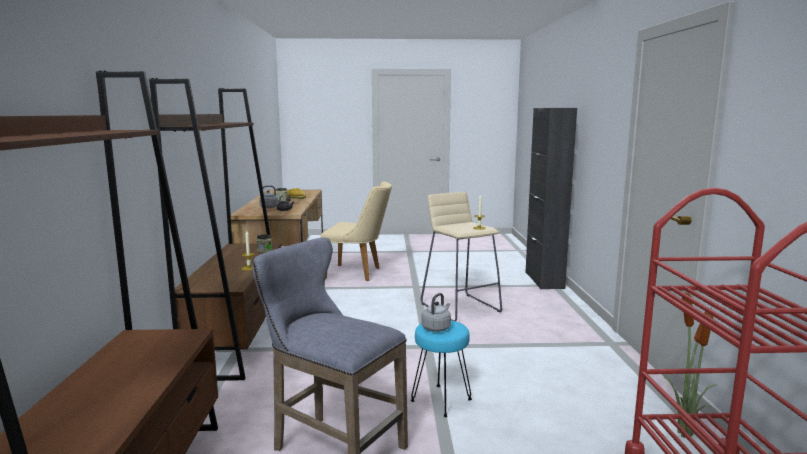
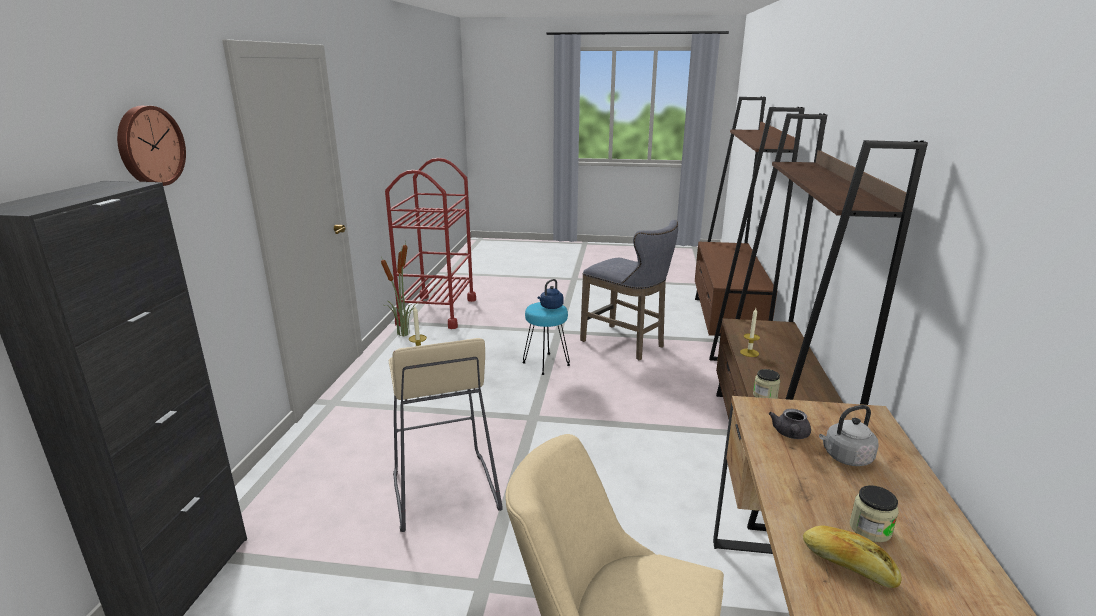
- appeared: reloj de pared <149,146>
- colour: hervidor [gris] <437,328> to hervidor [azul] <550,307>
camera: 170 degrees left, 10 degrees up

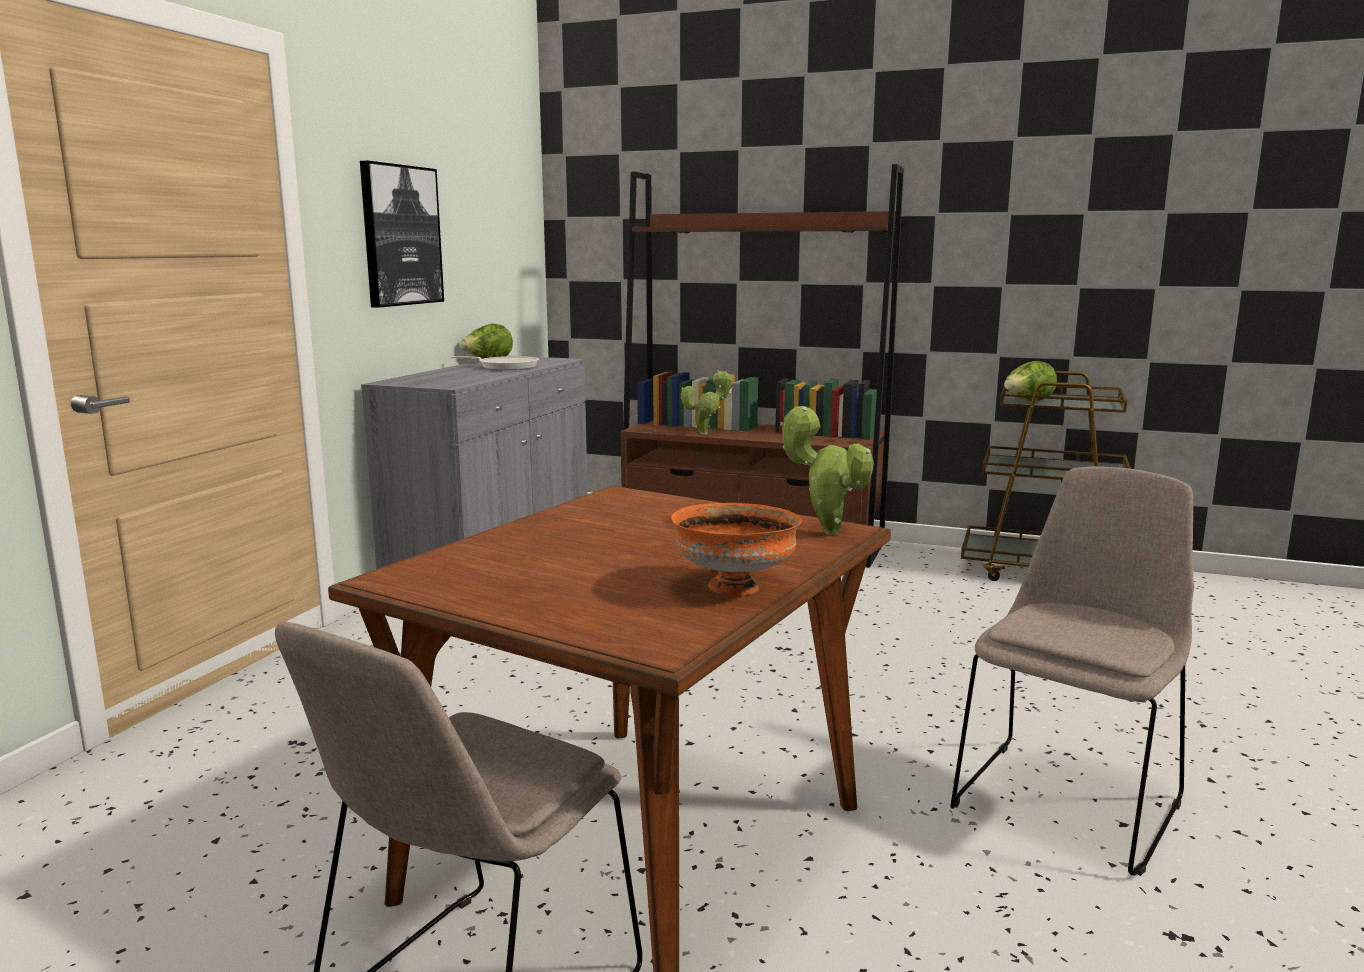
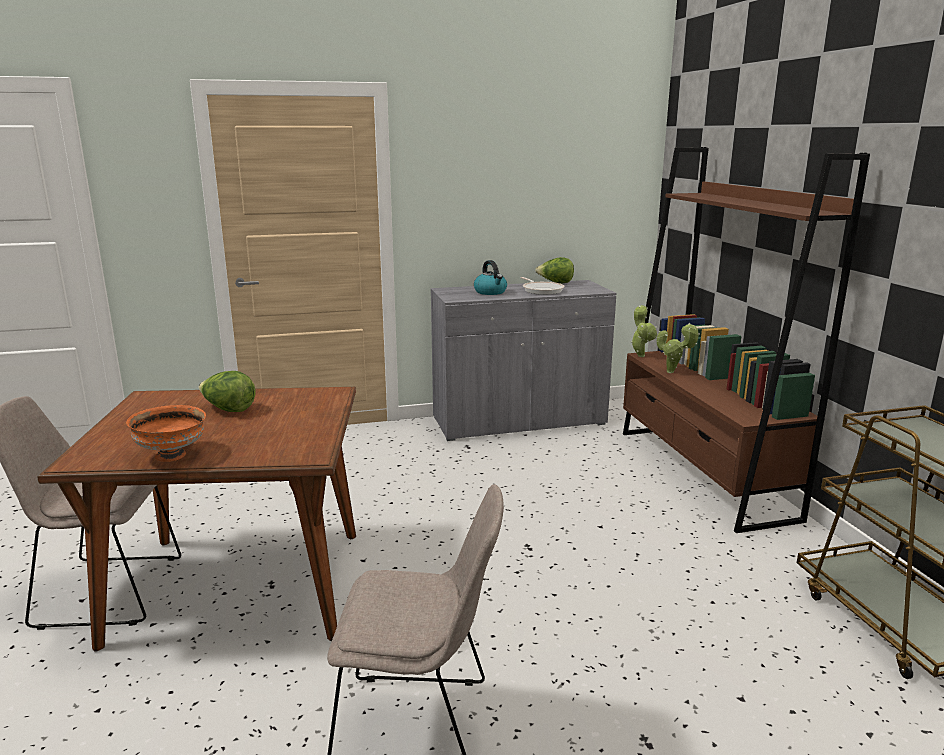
- relocated: lechuga <1027,401> to <228,410>
- appeared: hervidor <490,292>
- relocated: planta en maceta <825,531> to <640,355>
- missing: cuadro <400,235>
camera: 55 degrees right, 5 degrees up

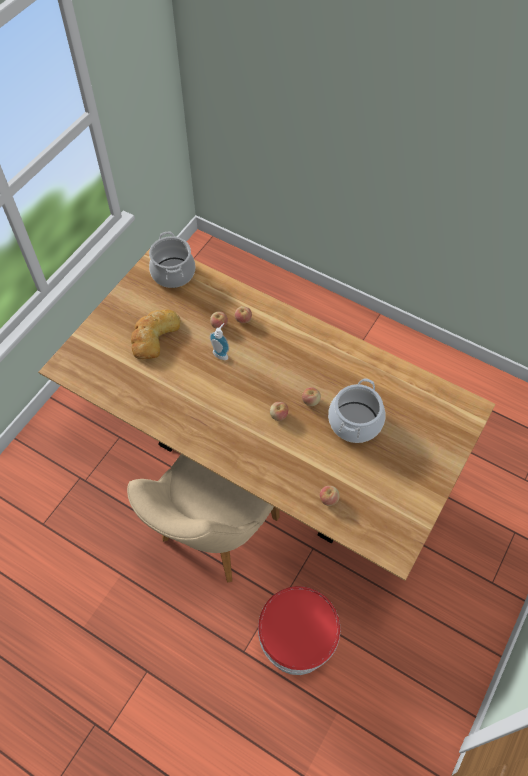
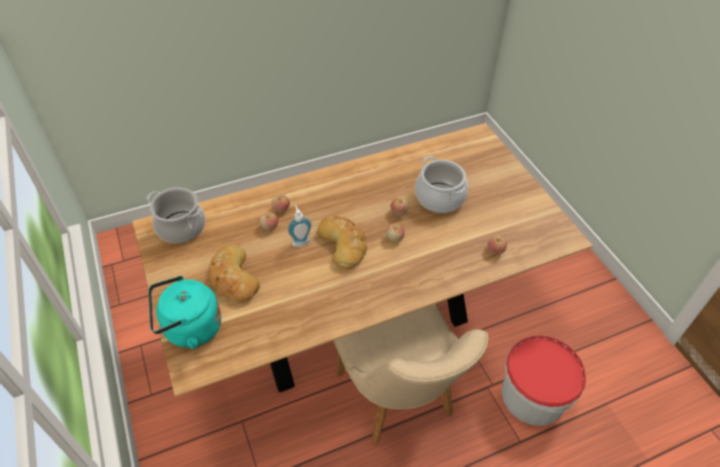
- appeared: hervidor [turquesa] <189,329>
- appeared: pan <343,243>
camera: 55 degrees left, 10 degrees down

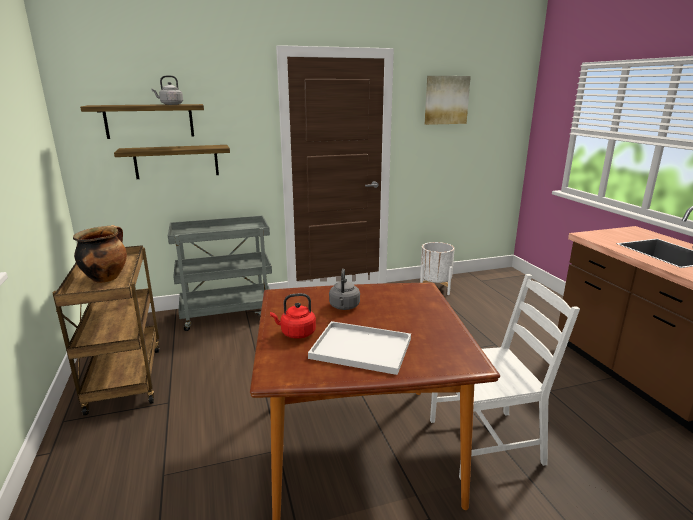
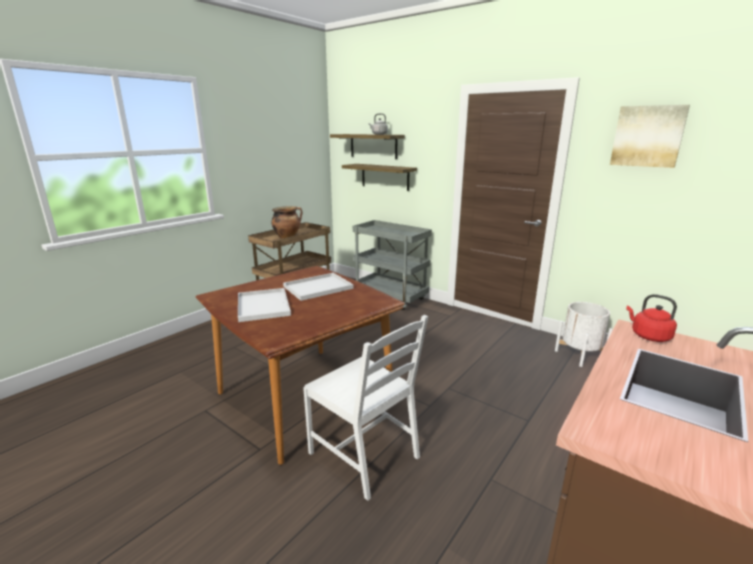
- exchanged: hervidor [gris] <344,307> to bandeja [blanco] <317,288>
- relocated: hervidor [rojo] <296,333> to <648,336>
camera: 55 degrees right, 0 degrees up

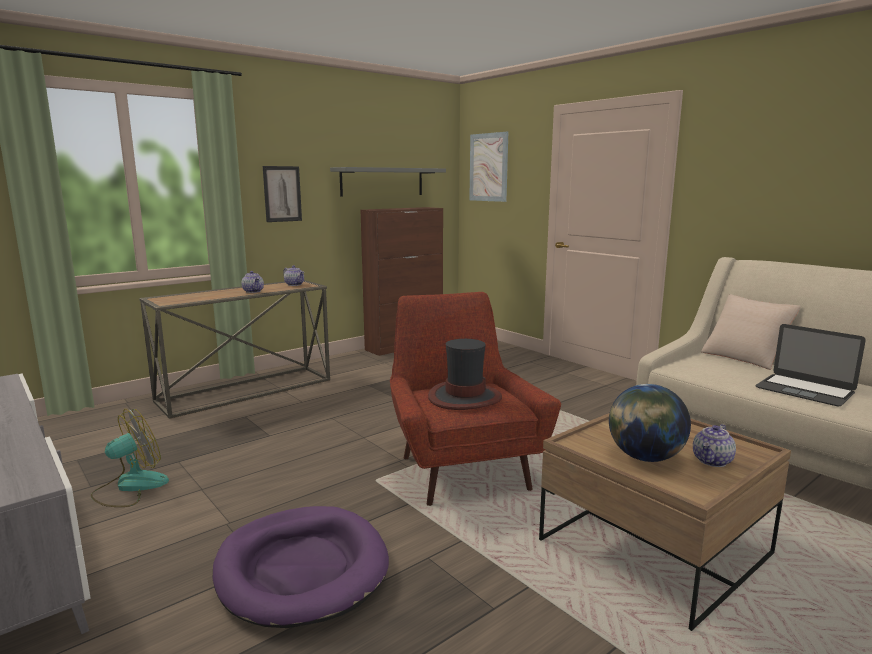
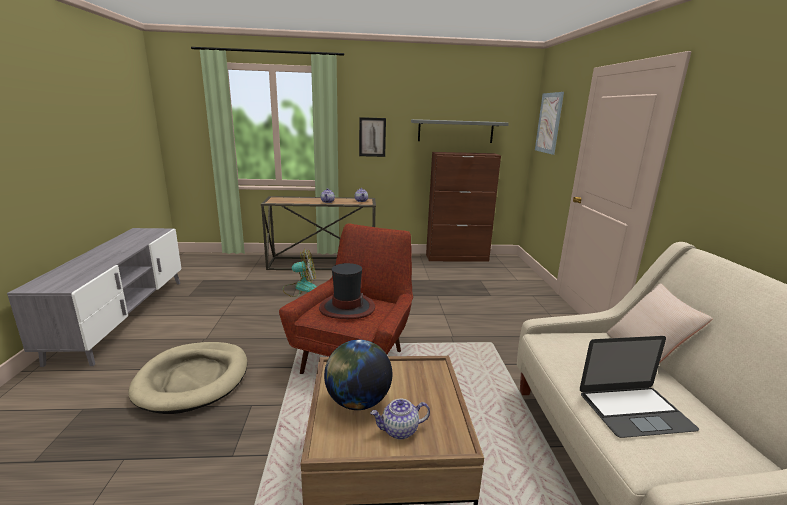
- colour: cama para perro [morado] <302,569> to cama para perro [beis] <193,379>
- relocated: ventilador <130,487> to <300,288>
- spun: portátil <804,390> = <634,410> 90 degrees counterclockwise
camera: 35 degrees right, 5 degrees up

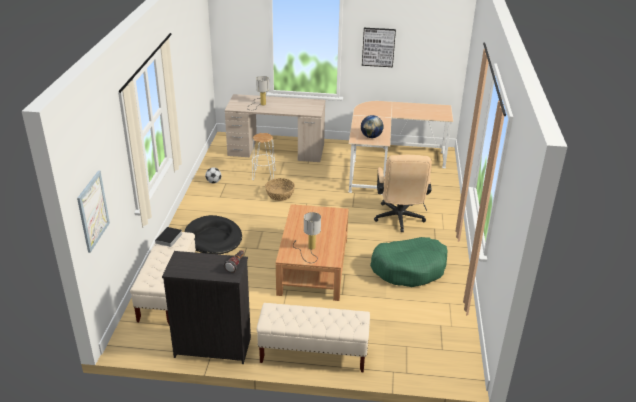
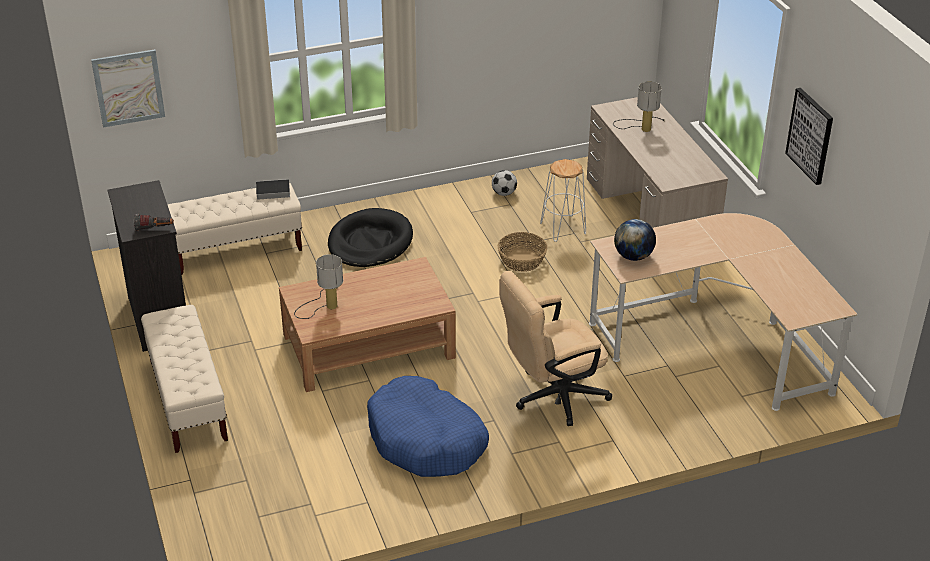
- colour: cama para perro [verde] <409,268> to cama para perro [azul] <426,440>
camera: 65 degrees right, 5 degrees up

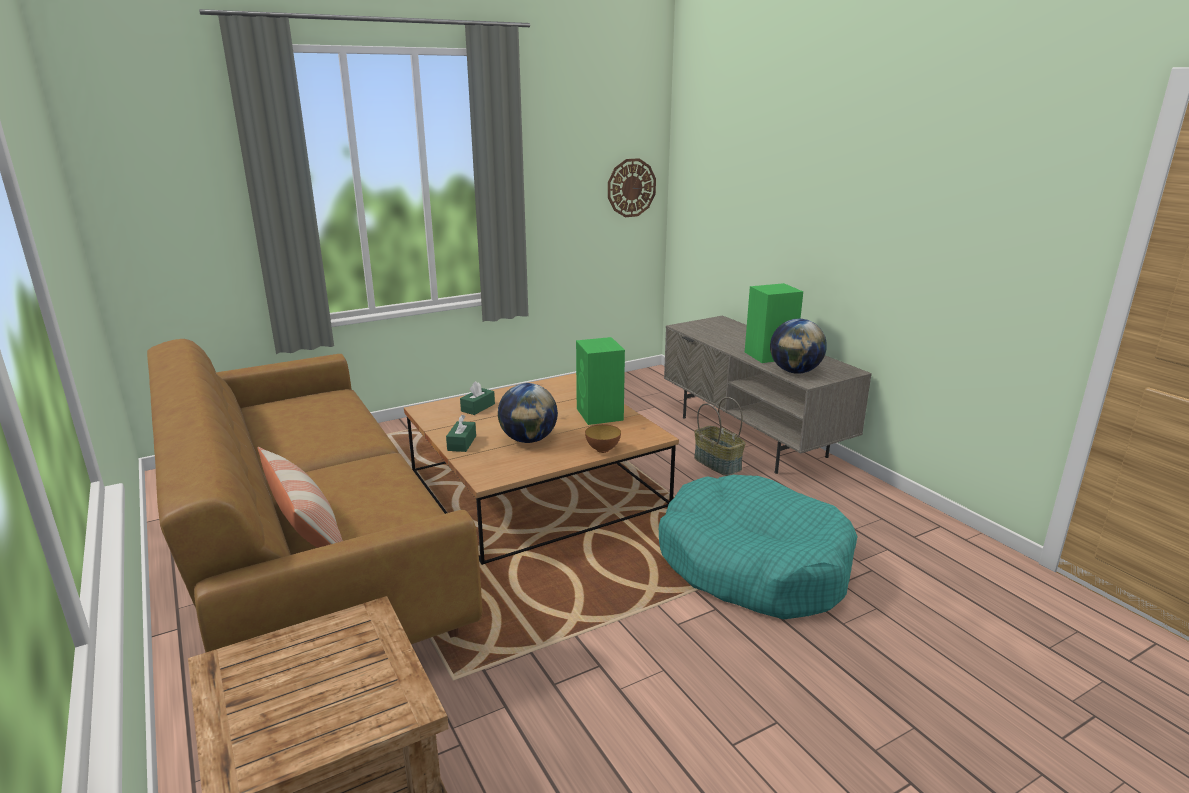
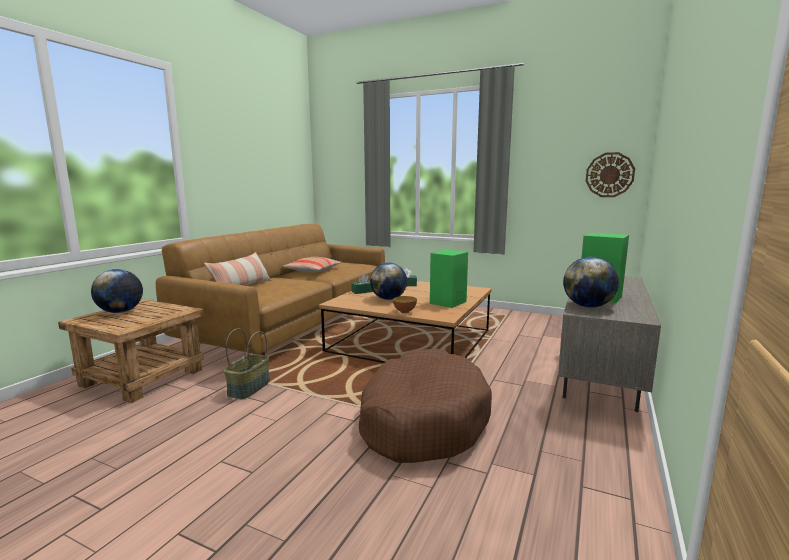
- appeared: globo terráqueo <120,312>
- relocated: cesta <718,463> to <249,388>
- appeared: cojín <312,270>
- colour: cama para perro [turquesa] <753,564> to cama para perro [marrón] <422,420>
camera: 55 degrees right, 10 degrees down

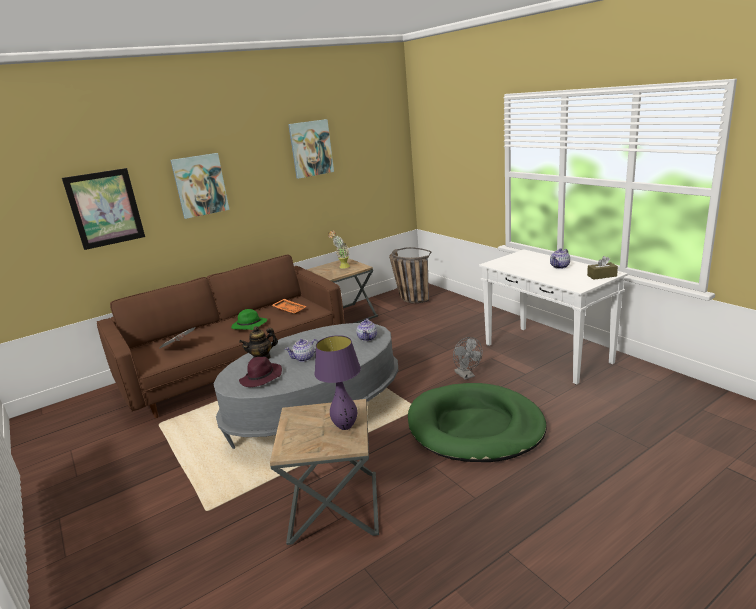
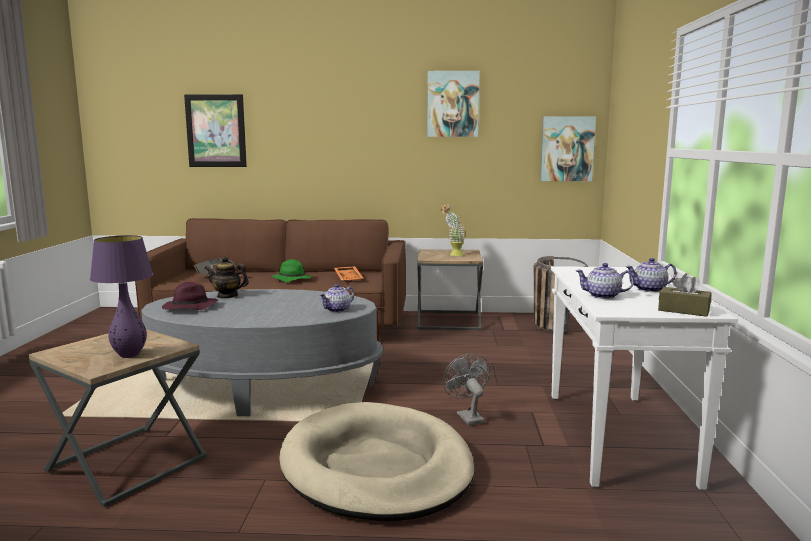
- colour: cama para perro [verde] <475,427> to cama para perro [beis] <376,467>
- spun: ventilador [gris] <466,376> = <467,416> 150 degrees clockwise
- relocated: cuadro <200,185> to <567,149>
- relocated: tetera <304,358> to <603,296>
camera: 35 degrees right, 10 degrees down

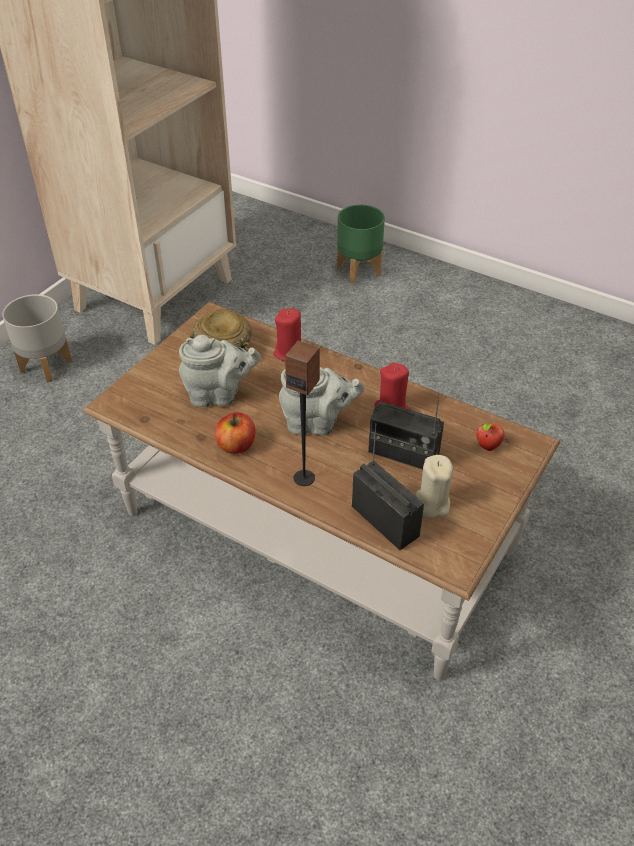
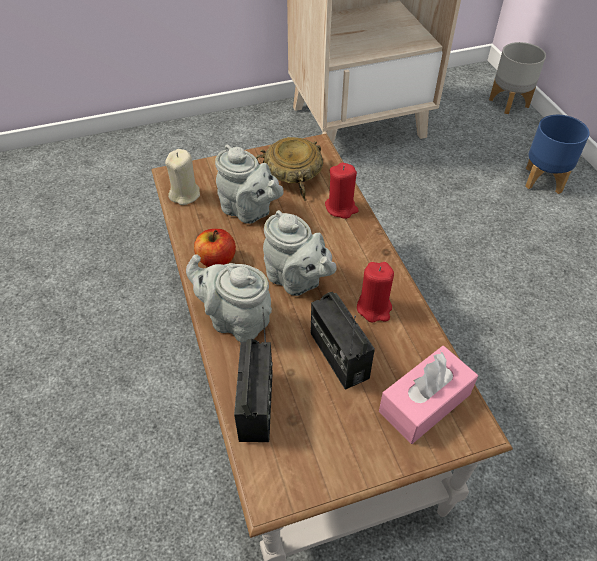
- relocated: vela [beis] <431,504> to <185,194>
- exchanged: altavoz <304,477> to tetera [gris] <236,320>
- exchanged: manzana <487,447> to caja de pañuelos [rosa] <424,403>
- relocated: maceta [gris] <45,366> to <508,103>
- colour: maceta [verde] <358,270> to maceta [azul] <543,179>
camera: 40 degrees right, 5 degrees up

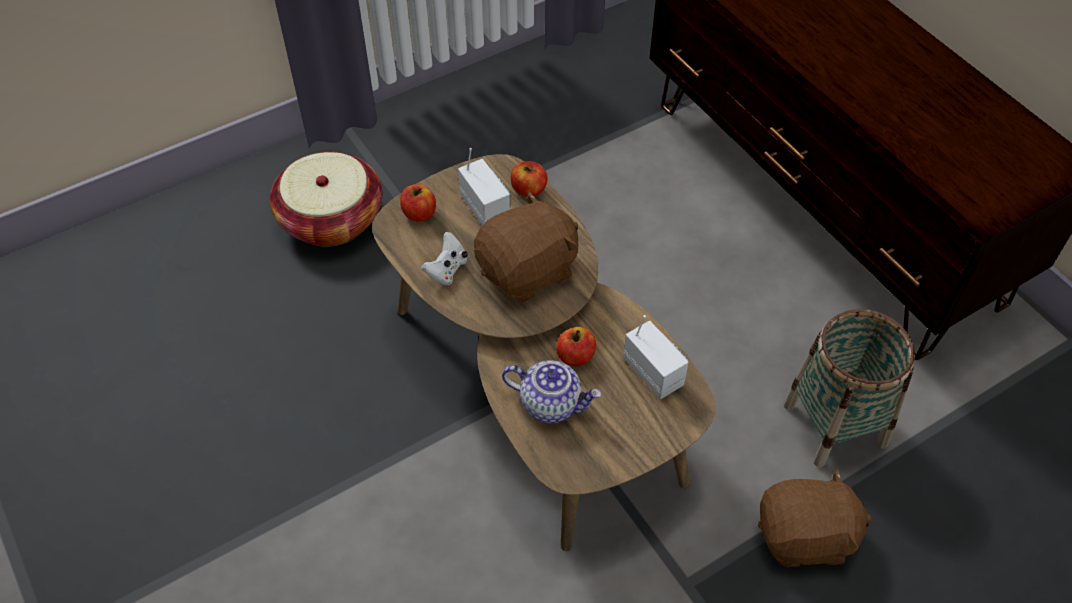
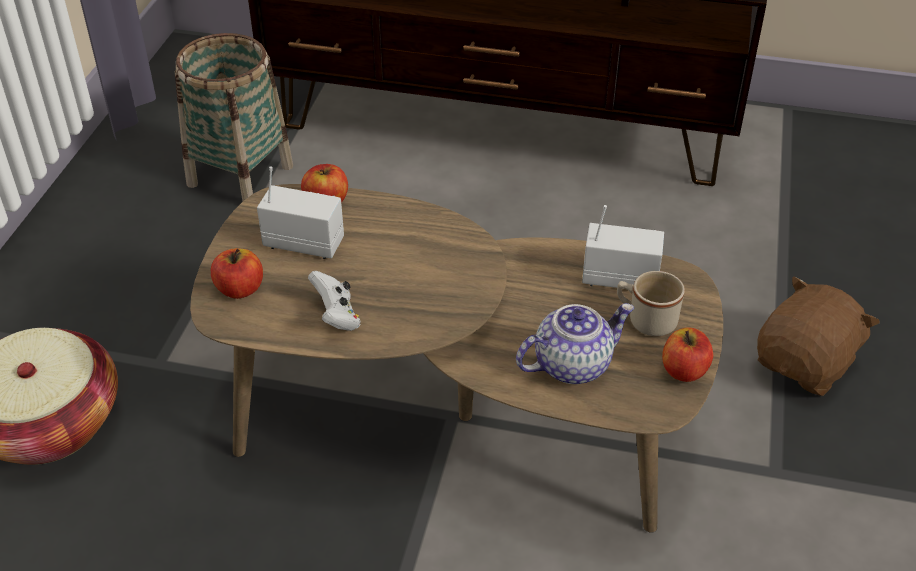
- relocated: cesta <834,424> to <240,175>
- appeared: taza grande [beis] <645,320>
- relocated: manzana <575,356> to <684,370>
- missing: peluche [marrón] <528,271>
camera: 45 degrees left, 10 degrees down

